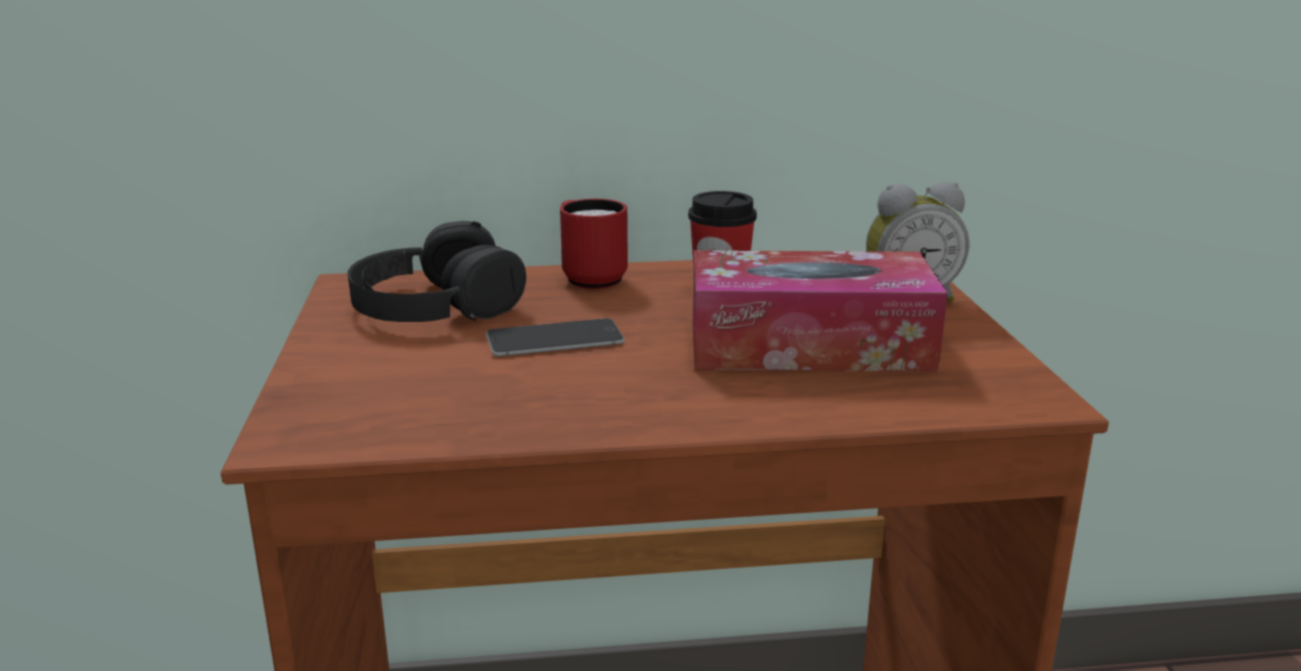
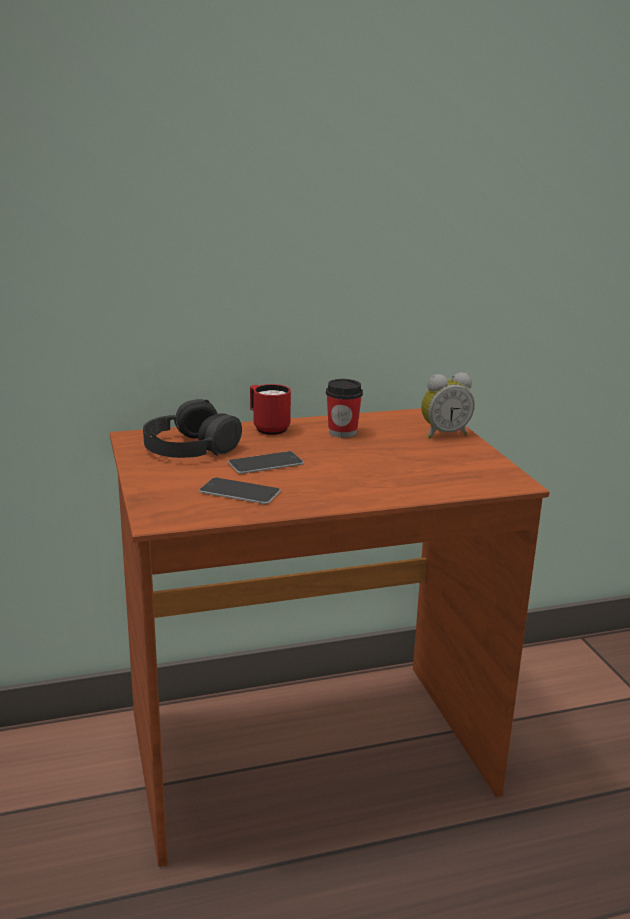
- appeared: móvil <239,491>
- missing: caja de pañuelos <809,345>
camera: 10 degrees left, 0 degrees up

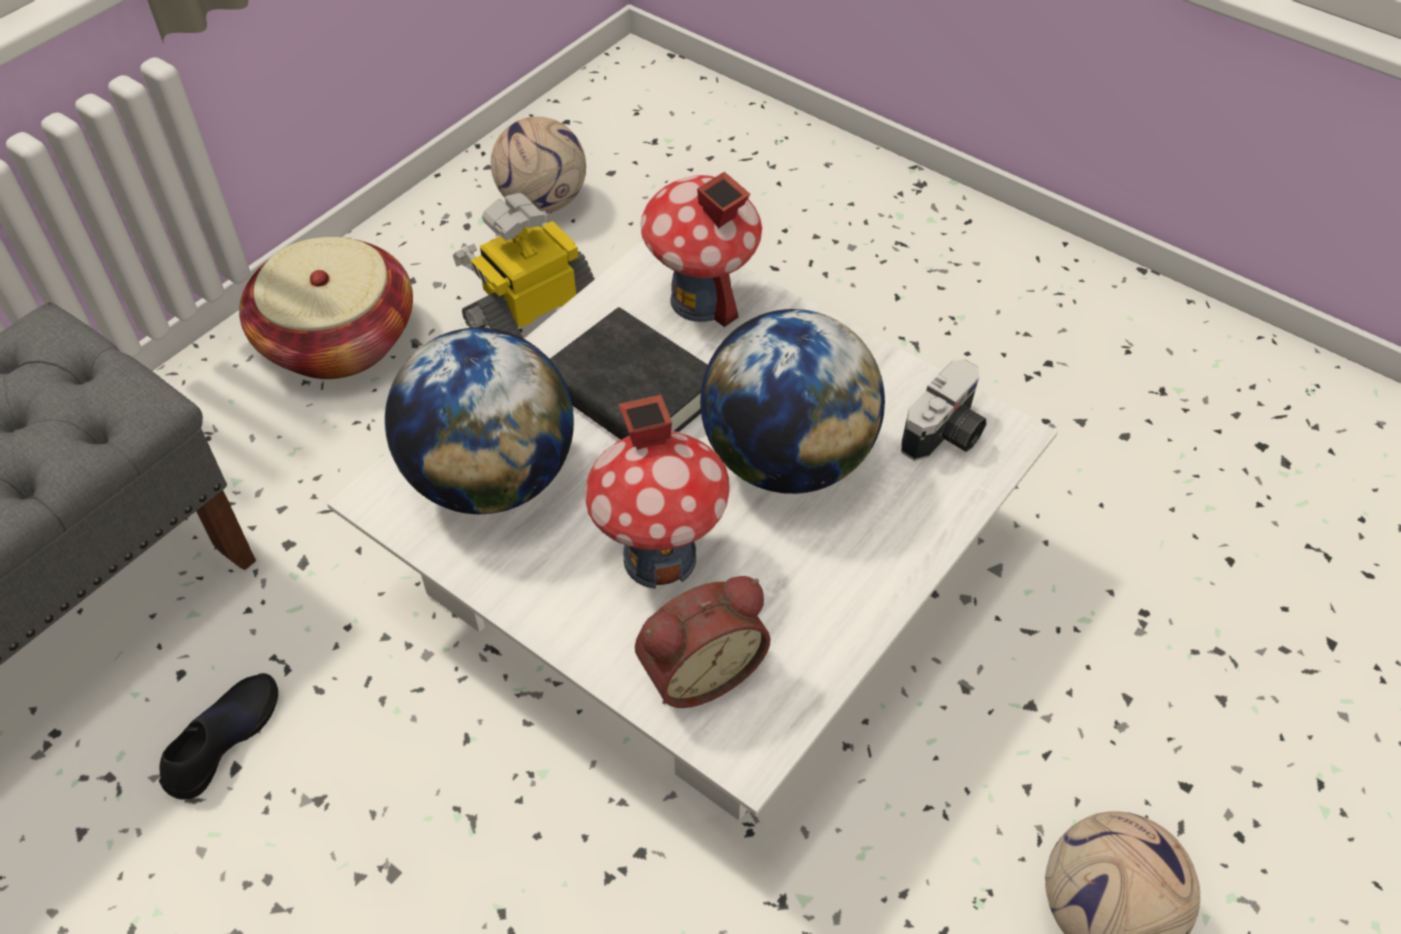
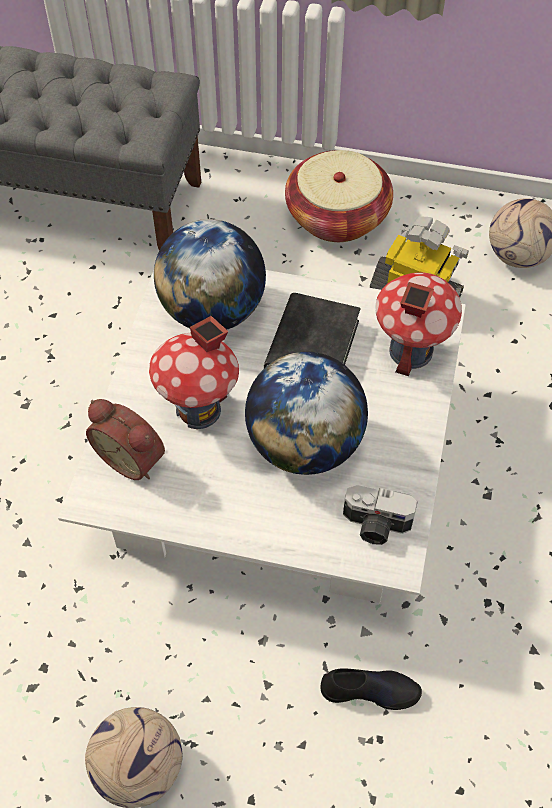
- relocated: zapato [negro] <223,739> to <370,690>
camera: 65 degrees right, 5 degrees up

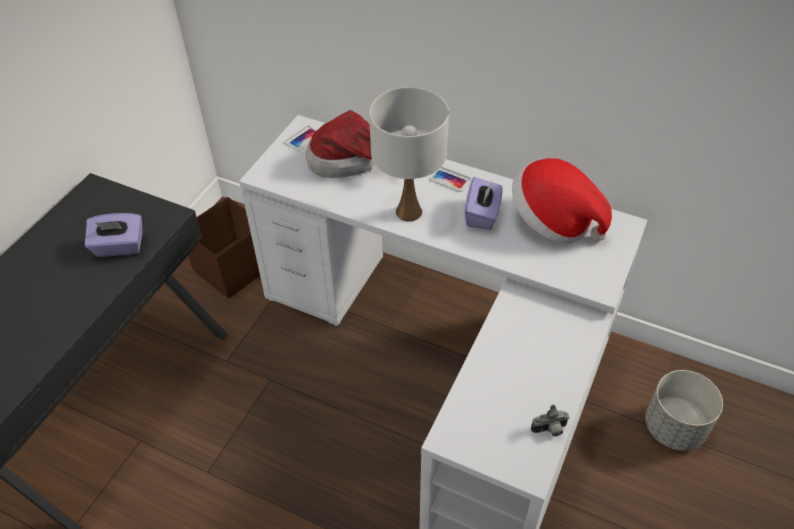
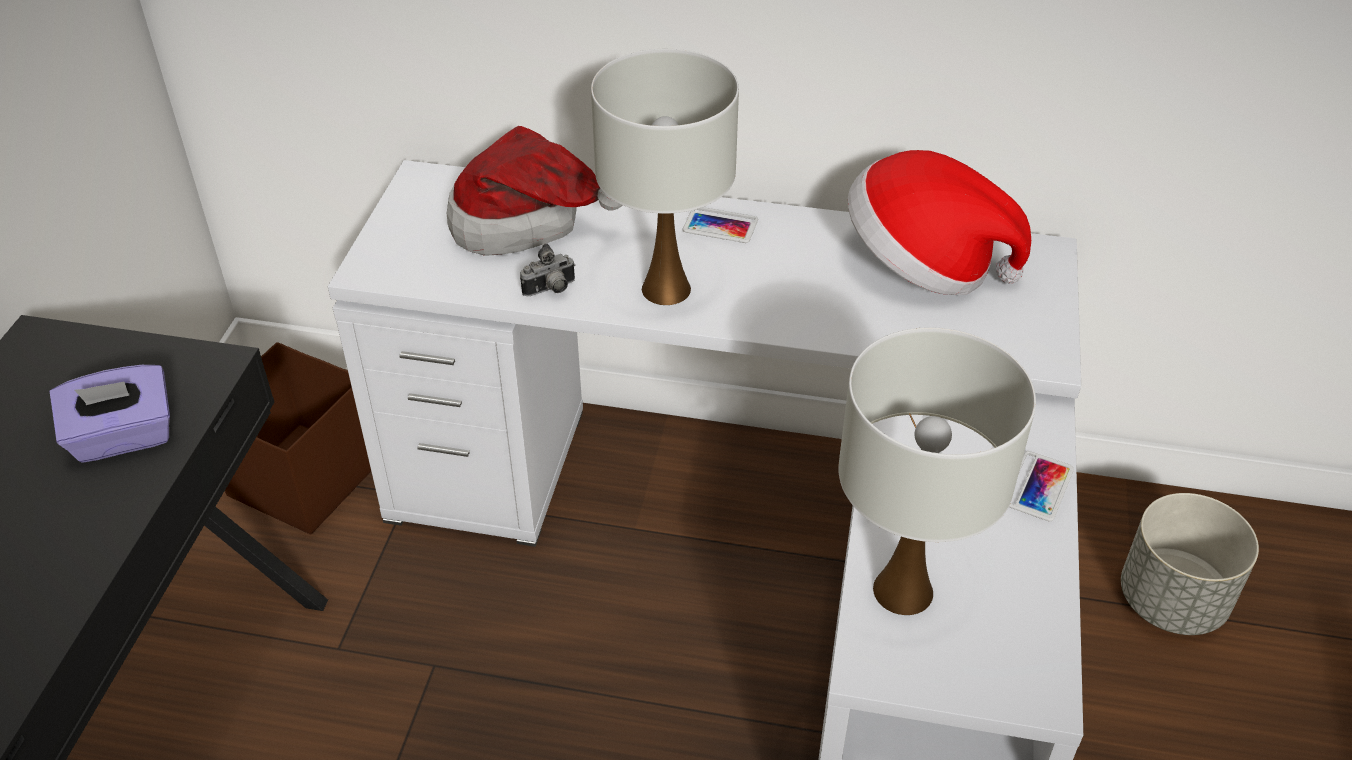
- relocated: cámara <550,430> to <551,290>
- appeared: lámpara de mesa [blanco] <904,591>
- relocated: móvil <303,138> to <1038,486>
- missing: caja de pañuelos [morado] <482,215>
camera: 15 degrees left, 5 degrees down

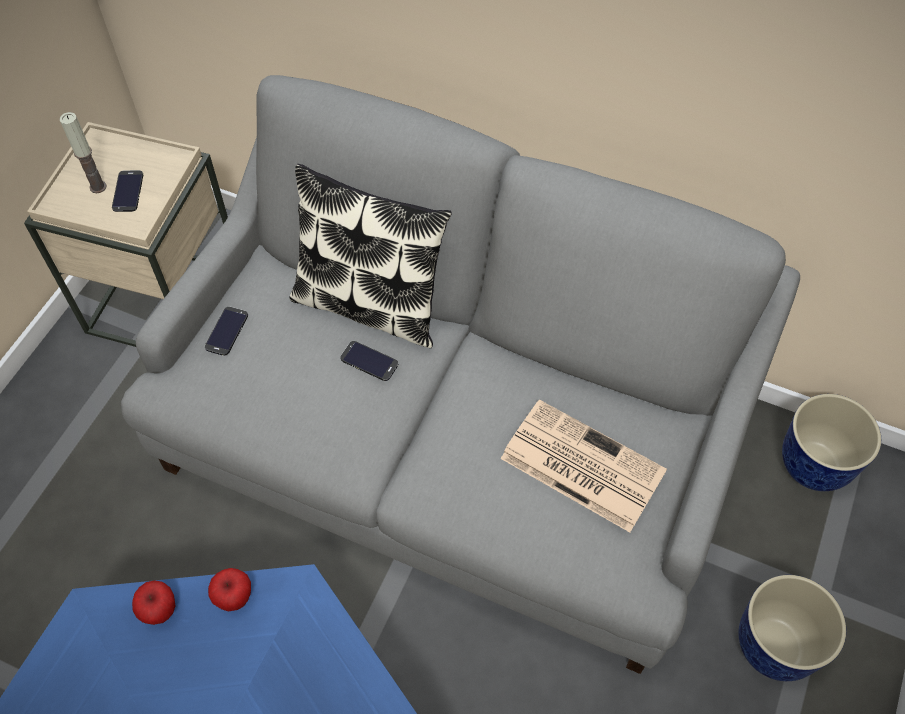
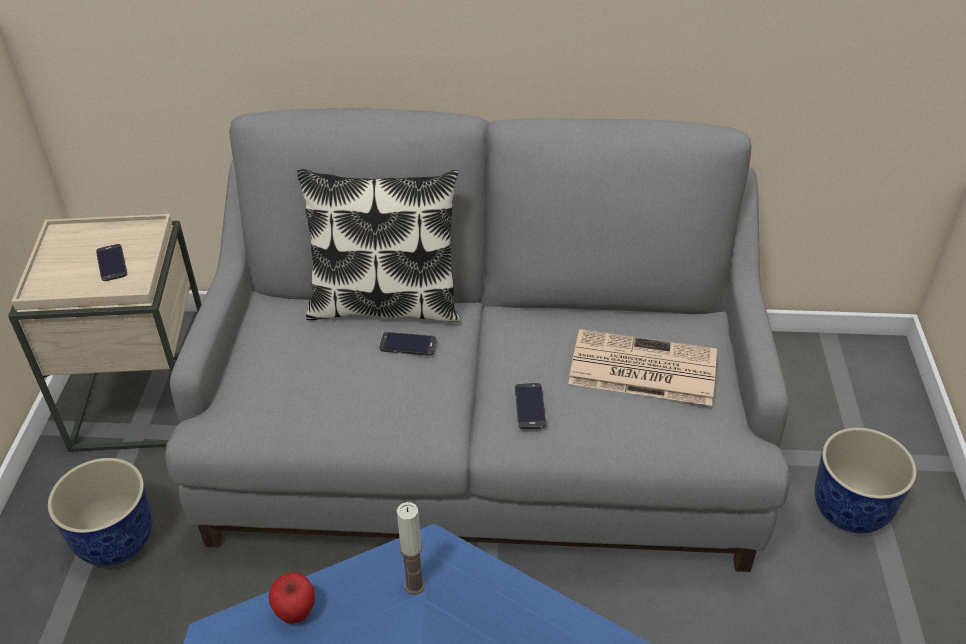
- relocated: maceta <814,465> to <118,541>
- relocated: vela <98,187> to <414,585>
- relocated: móvil <226,331> to <530,406>
- missing: manzana <235,598>
camera: 20 degrees left, 15 degrees down

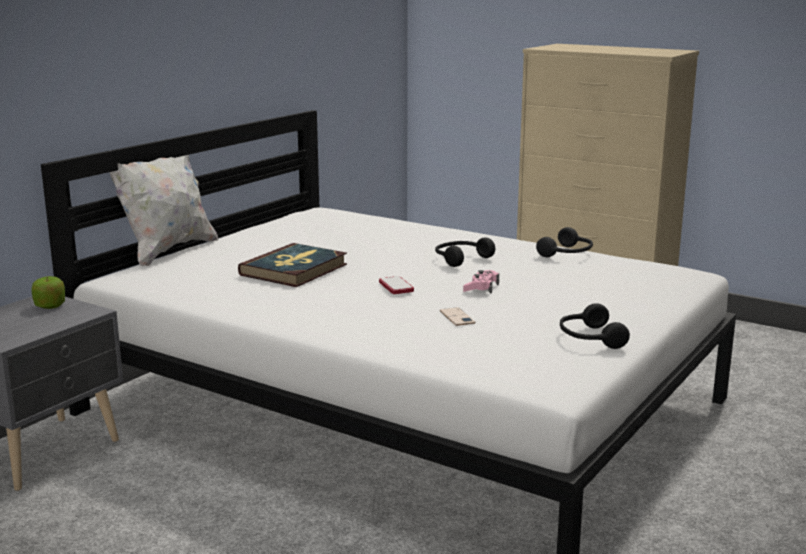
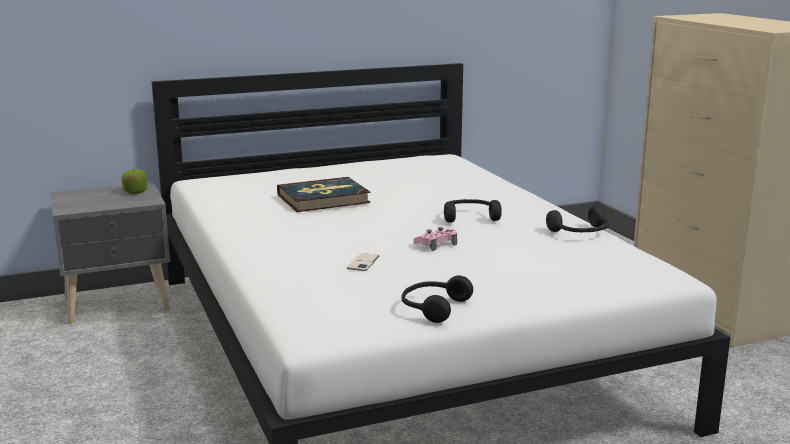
- missing: cojín [blanco] <166,251>
- missing: móvil <396,286>
camera: 35 degrees right, 0 degrees up

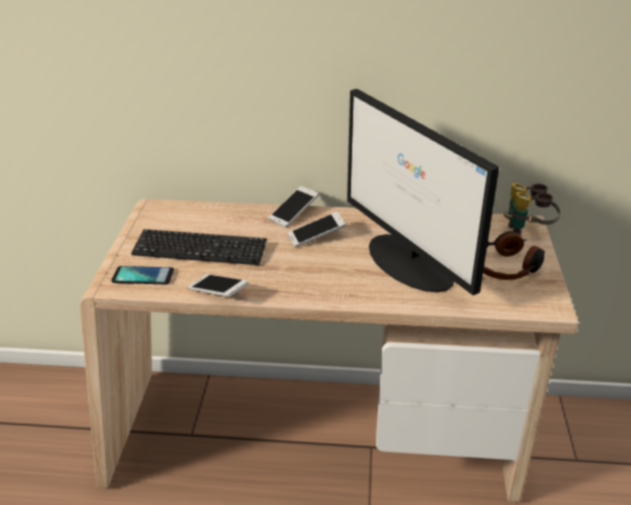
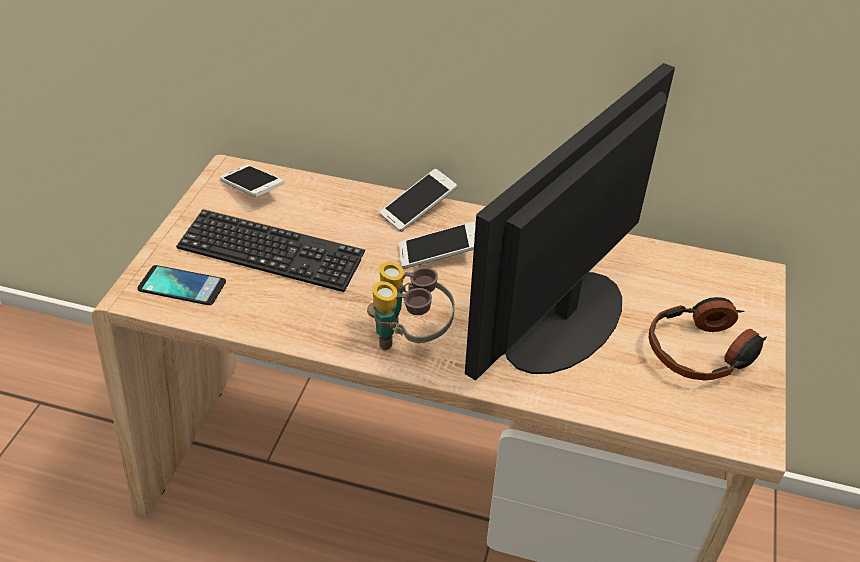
- relocated: móvil <218,293> to <252,189>
- relocated: prismáticos <527,233> to <409,338>
- spun: monitor <411,263> = <561,322> 60 degrees clockwise
camera: 10 degrees right, 10 degrees up

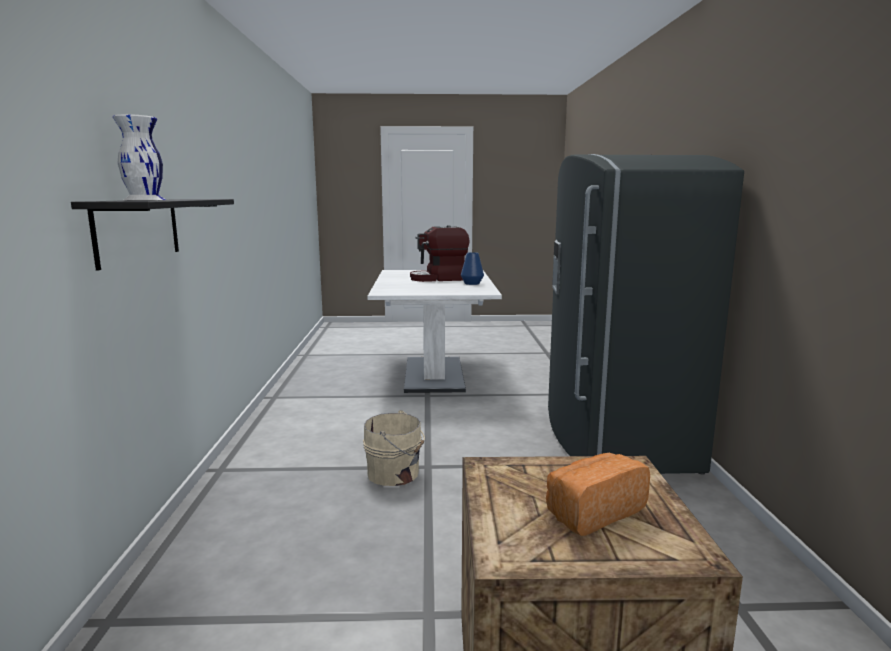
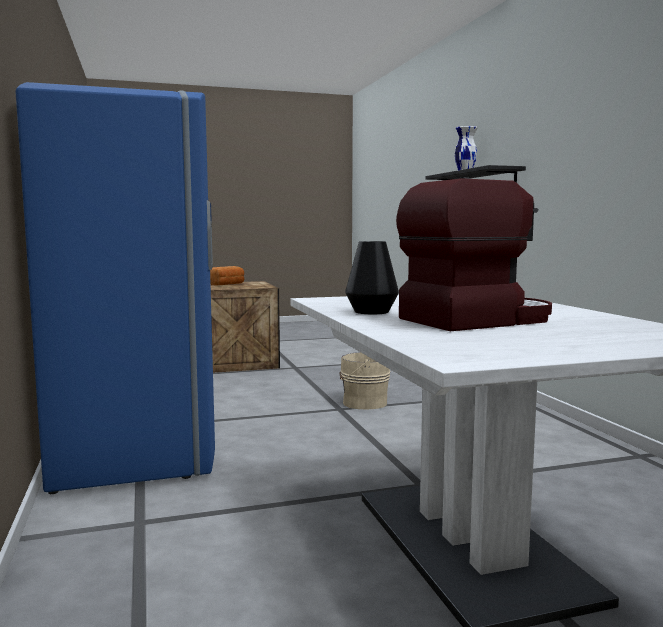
- colour: nevera [gris] <614,439> to nevera [azul] <137,447>
- colour: florero [azul] <472,283> to florero [negro] <372,312>
camera: 165 degrees right, 5 degrees down

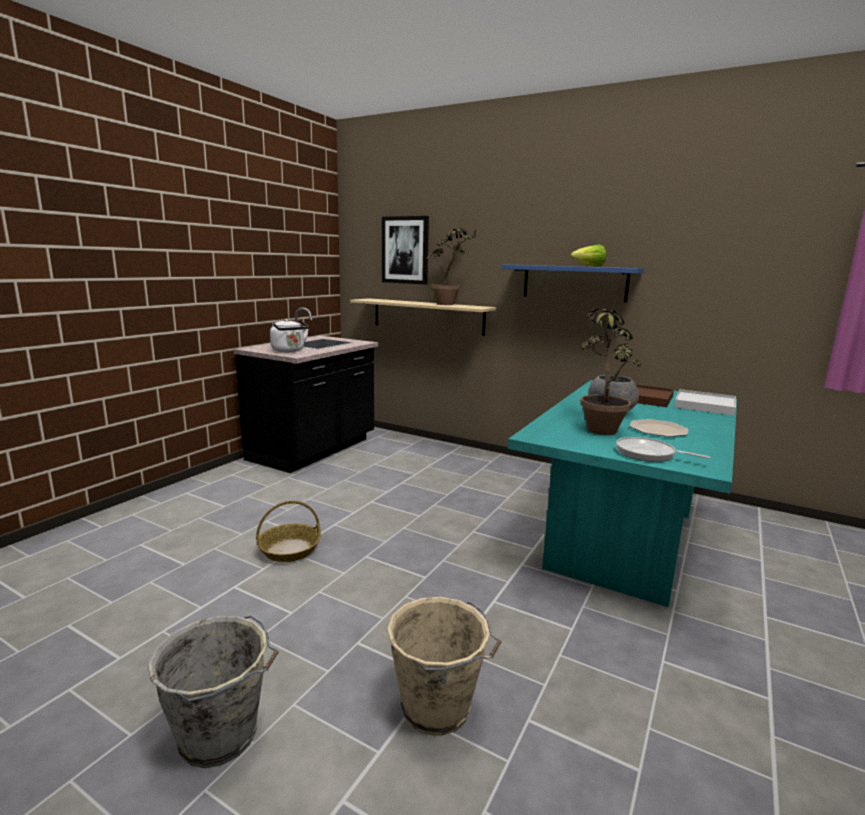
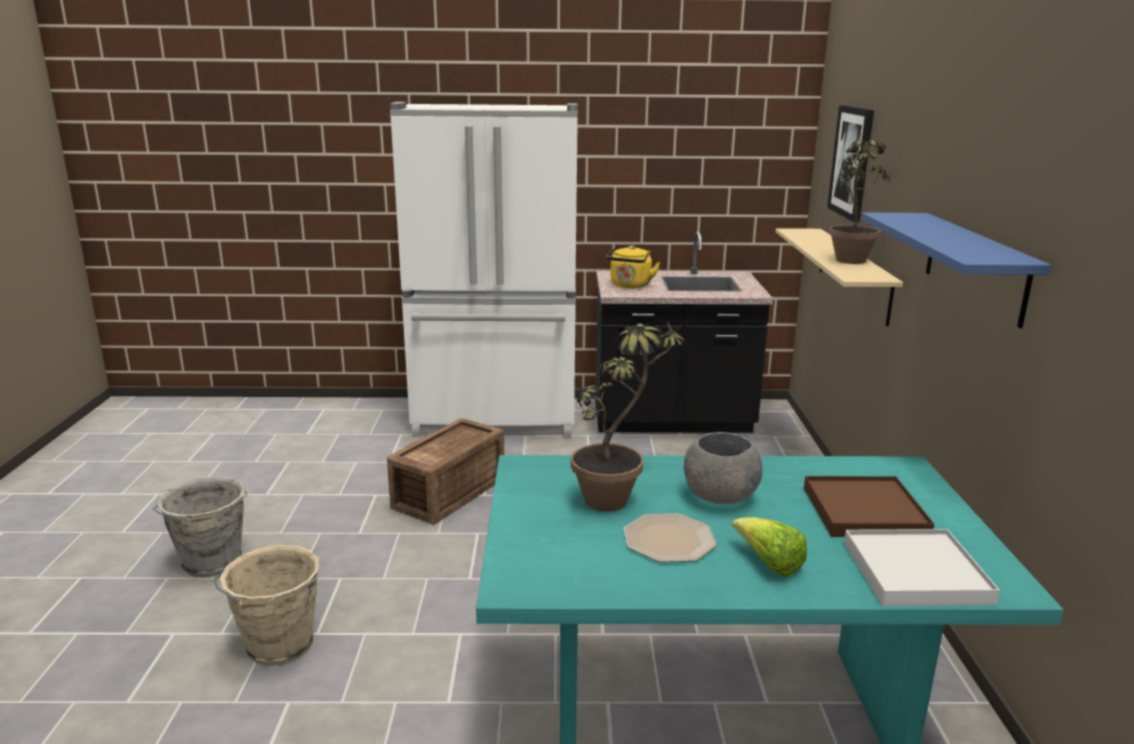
- exchanged: cesta <290,549> to caja de embalaje <452,493>
- appeared: nevera [blanco] <496,419>
- colour: hervidor [blanco] <289,351> to hervidor [amarillo] <630,286>
- relocated: lechuga <589,266> to <769,564>
- missing: sartén <648,454>
camera: 60 degrees right, 5 degrees up

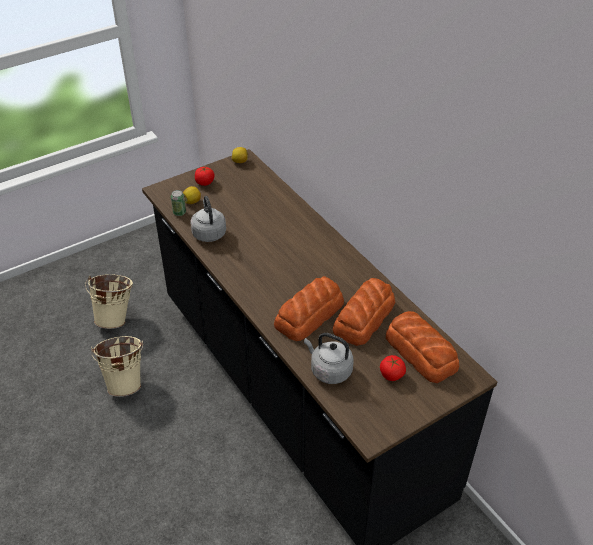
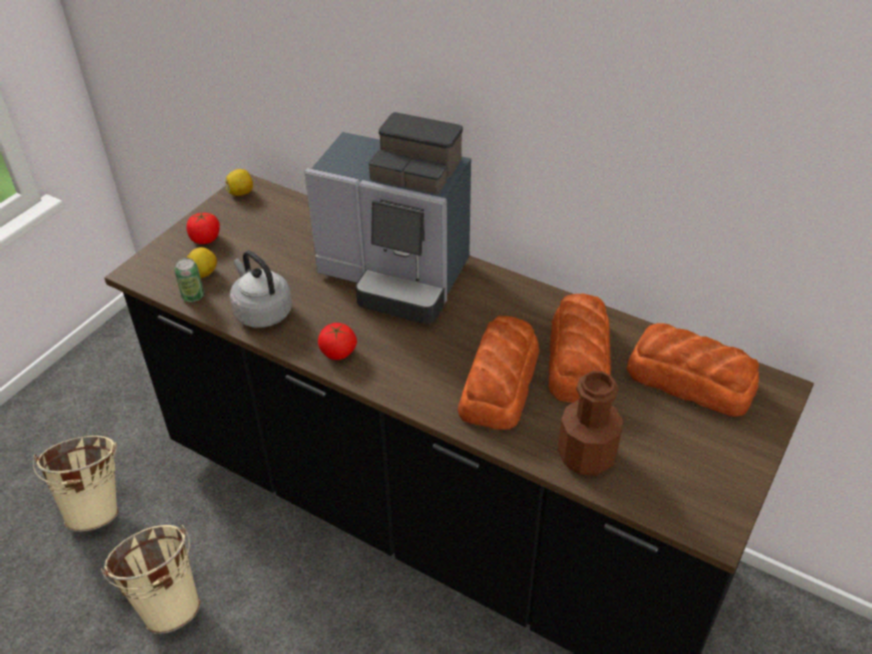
- appeared: cafetera <397,276>
- relocated: tomate <391,375> to <338,352>
- exchanged: hervidor [gris] <329,370> to botella [marrón] <586,455>
camera: 25 degrees left, 0 degrees up

